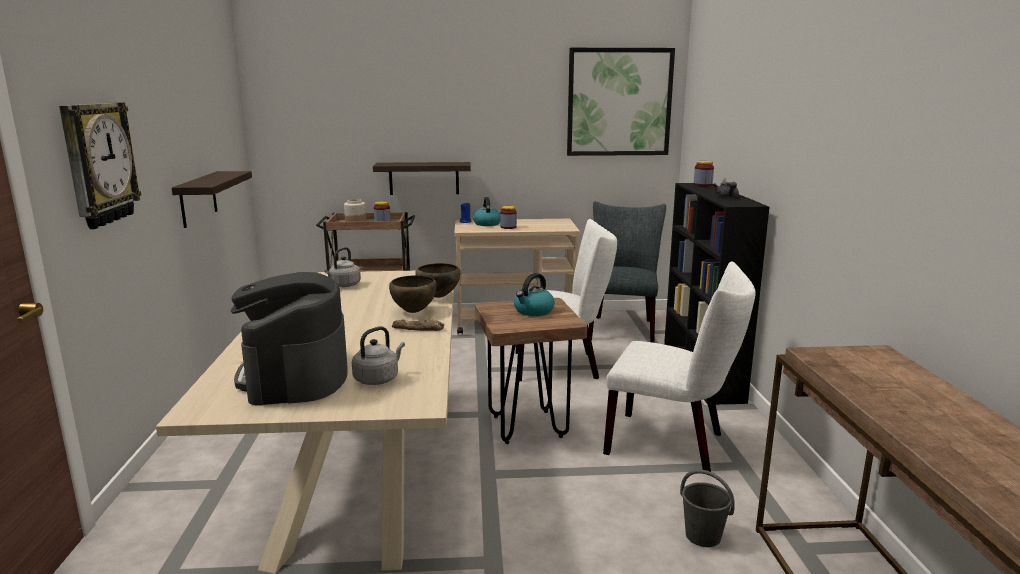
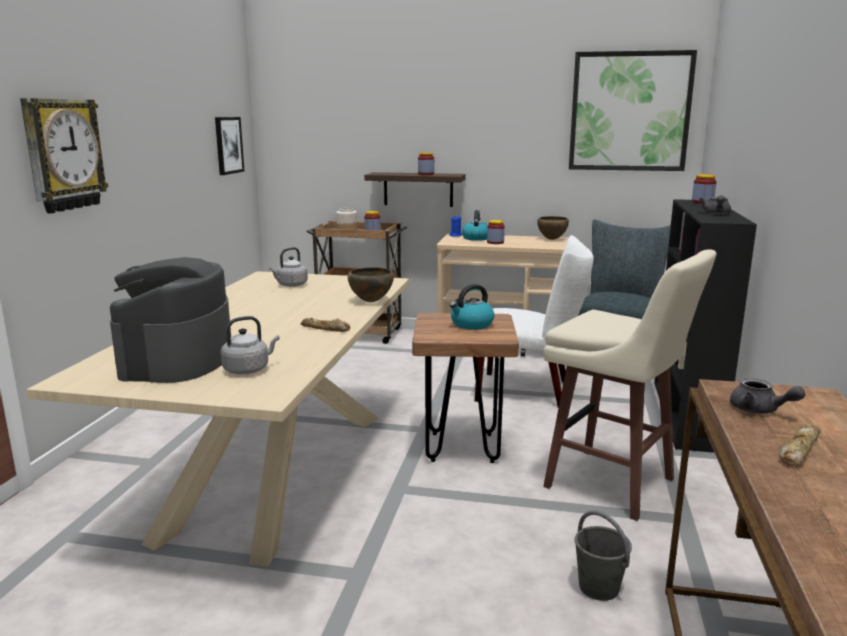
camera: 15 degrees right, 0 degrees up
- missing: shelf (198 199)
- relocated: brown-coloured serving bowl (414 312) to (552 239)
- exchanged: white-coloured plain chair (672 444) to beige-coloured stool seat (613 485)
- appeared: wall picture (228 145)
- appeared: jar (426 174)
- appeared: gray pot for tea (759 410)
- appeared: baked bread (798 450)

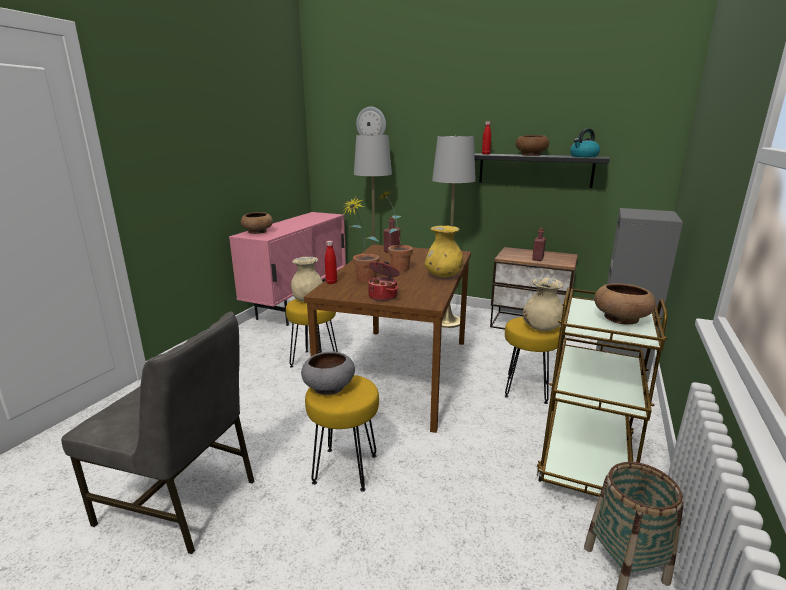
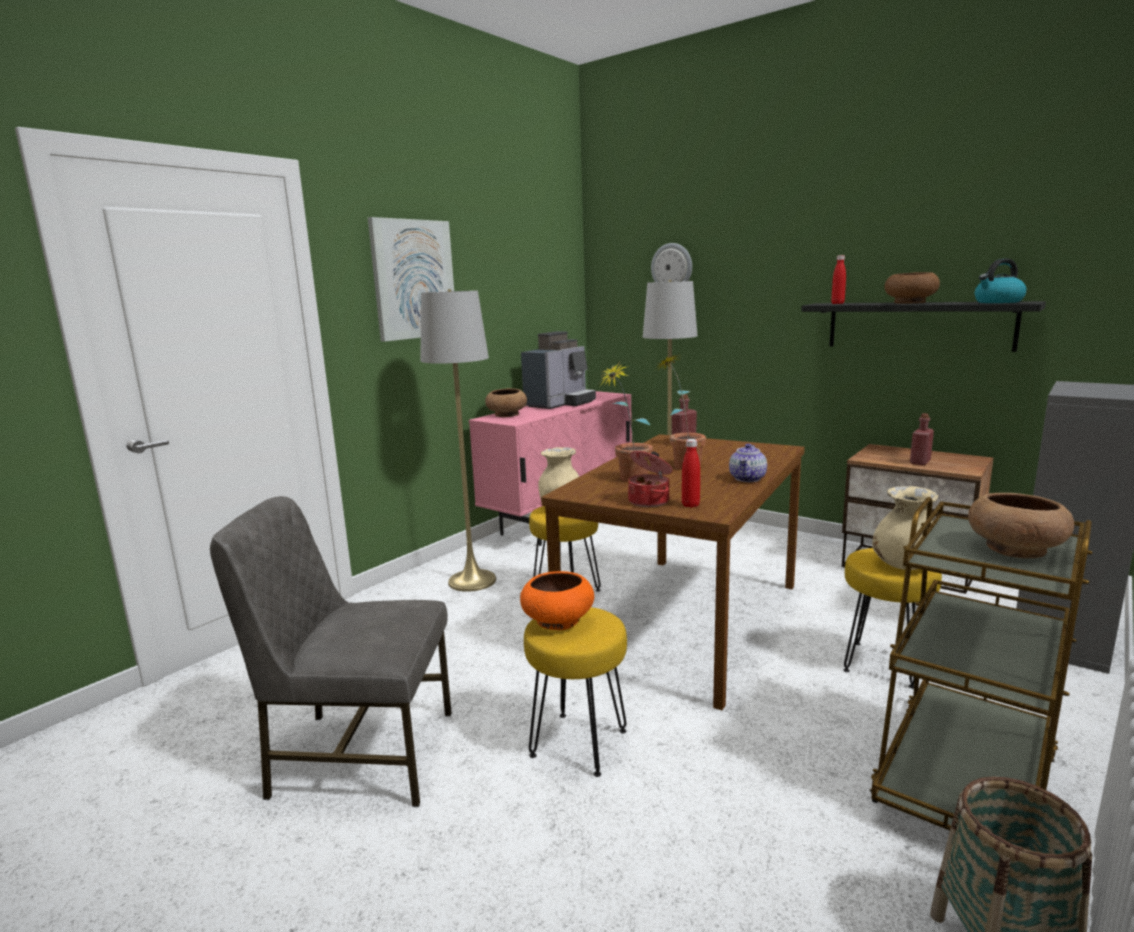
camera: 15 degrees right, 5 degrees down
- spun: gray plain chair (181 501) = (360 754) 150 degrees clockwise
- colour: gray serving bowl (328 387) to orangey serving bowl (557 620)
- relocated: red-coloured bottle (331 282) to (690 505)
- exchanged: yellow-coloured vase (443 276) to pot for tea (748 478)
- relocated: gray floor lamp (447 321) to (472 581)
- appeared: wall picture (413 279)
- appeared: coffee brewer (560 403)

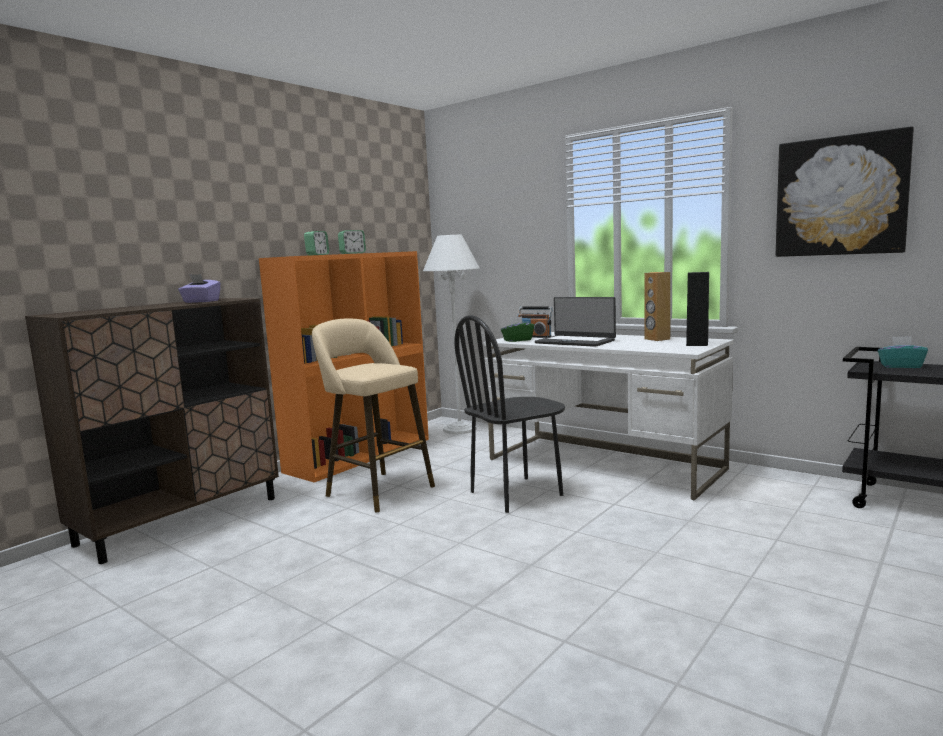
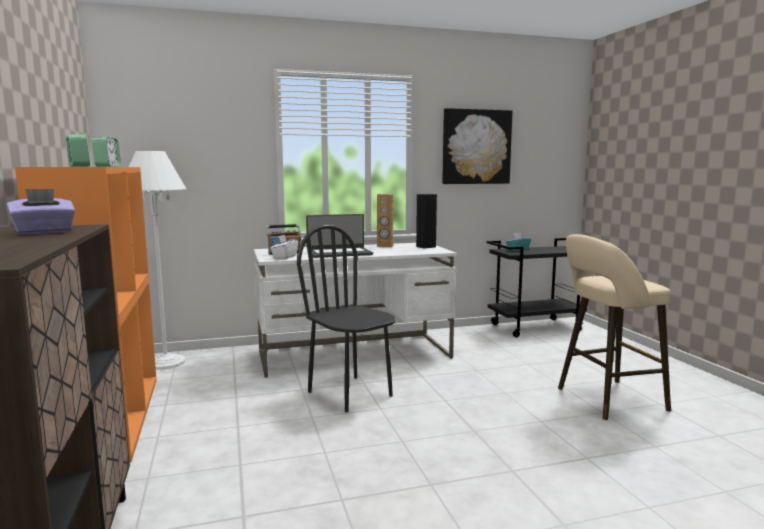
camera: 55 degrees left, 0 degrees up
- relocated: beige-coloured stool seat (376 490) to (606 400)
- spun: blackish plain chair (516 494) = (350 393) 135 degrees clockwise
- colour: green tissue holder (517 340) to white-coloured tissue holder (284 257)

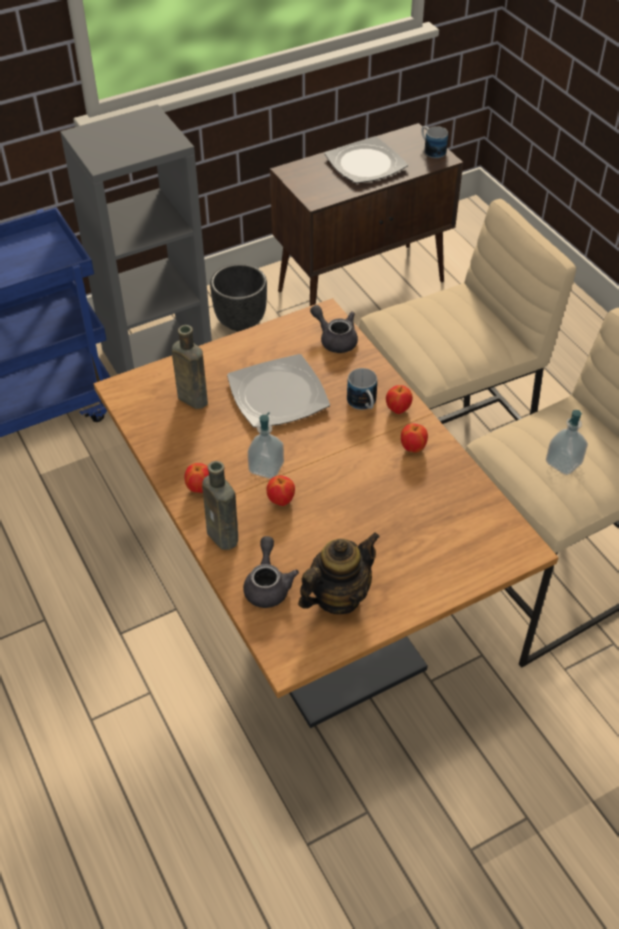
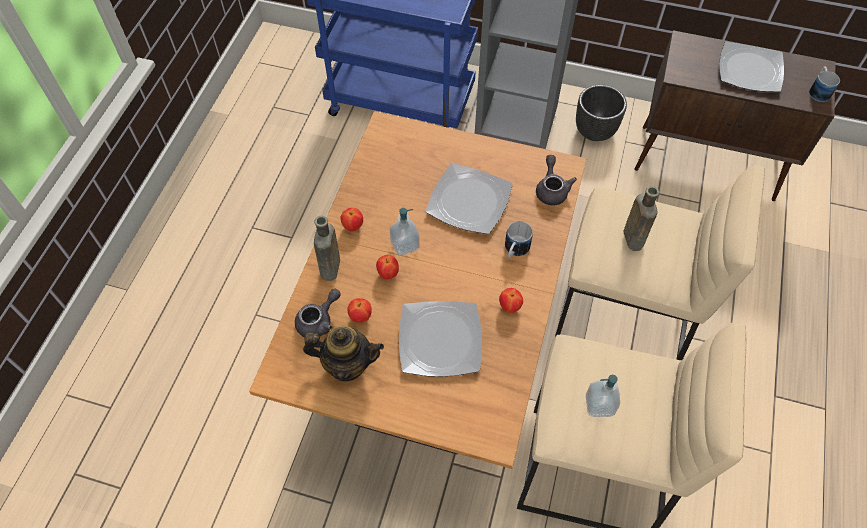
camera: 45 degrees right, 10 degrees up
- relocated: brown-coloured bottle (191 398) to (632 237)
- relocated: whole apple (398 409) to (360 317)
- appeared: plate (441 340)

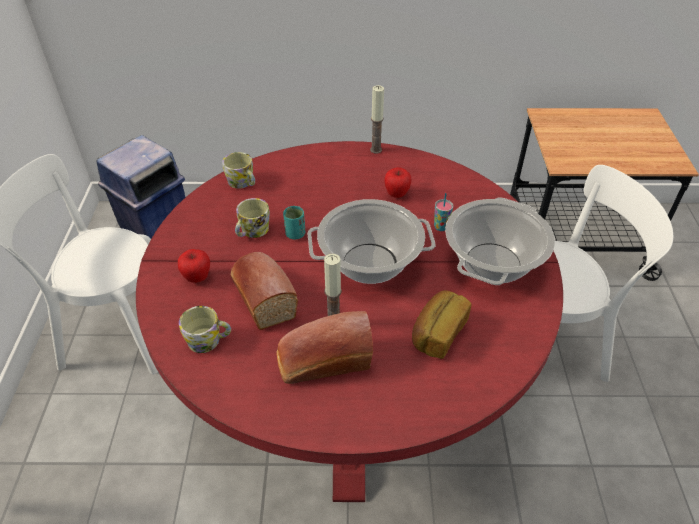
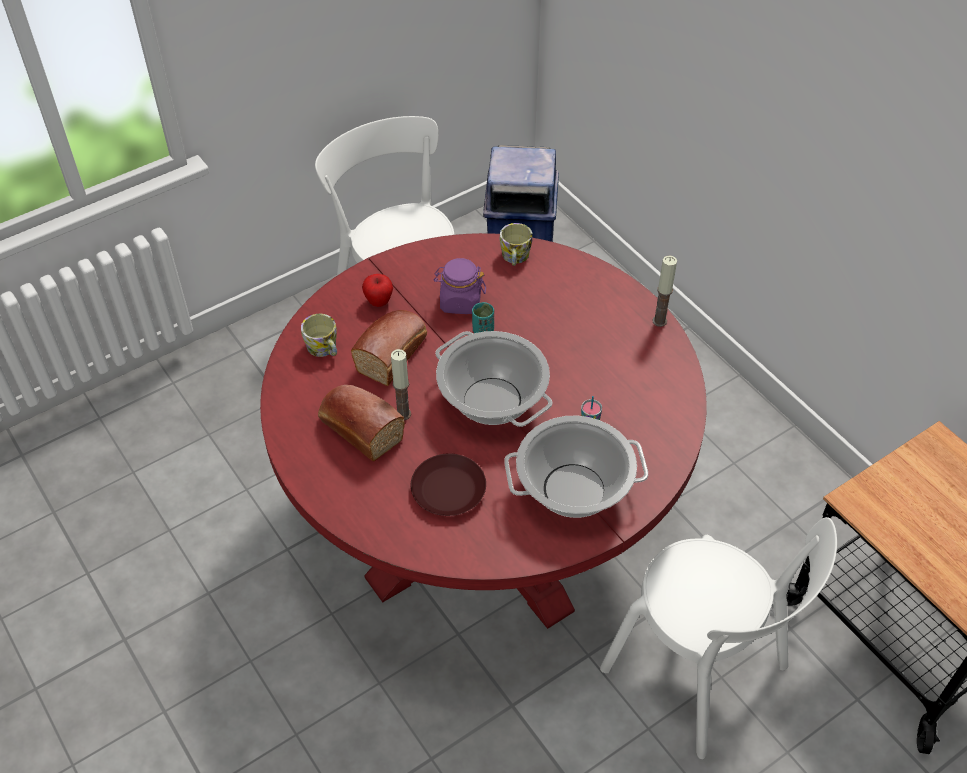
camera: 55 degrees right, 5 degrees up
- exchanged: mug (252 231) to purple jar (460 302)
- missing: whole apple (396 194)
- exchanged: baked bread (437 334) to brown-coloured plate (449 489)

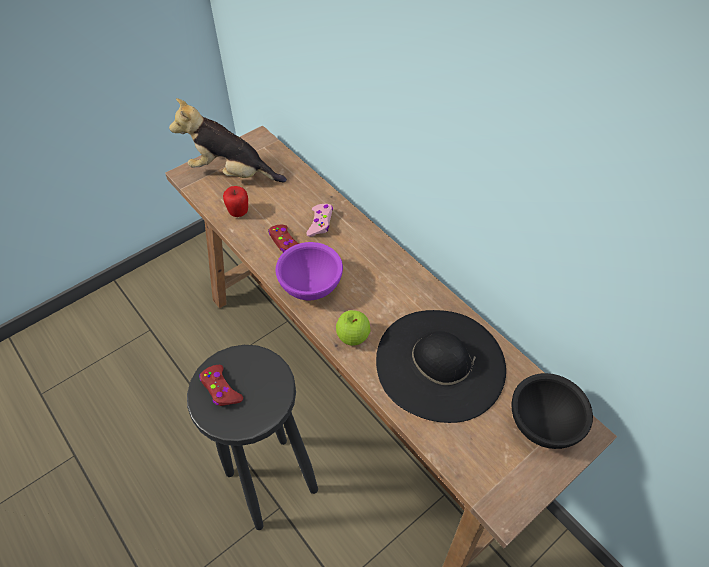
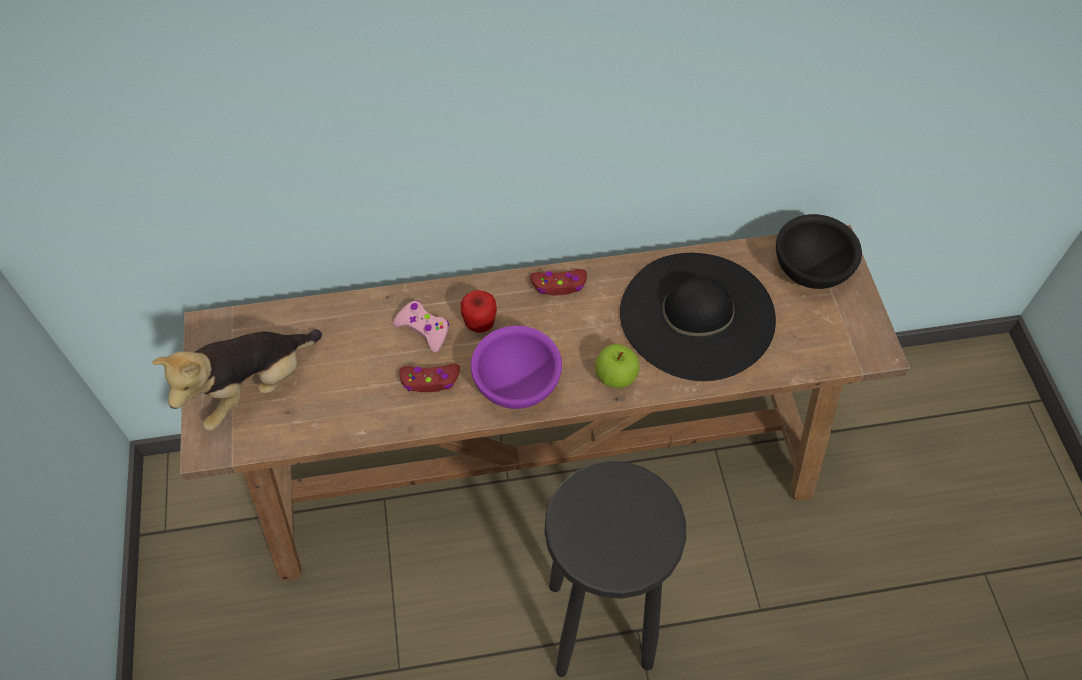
camera: 60 degrees left, 5 degrees up
- relocated: red-coloured game controller (221 389) to (559 285)
- relocated: whole apple (238 212) to (480 324)

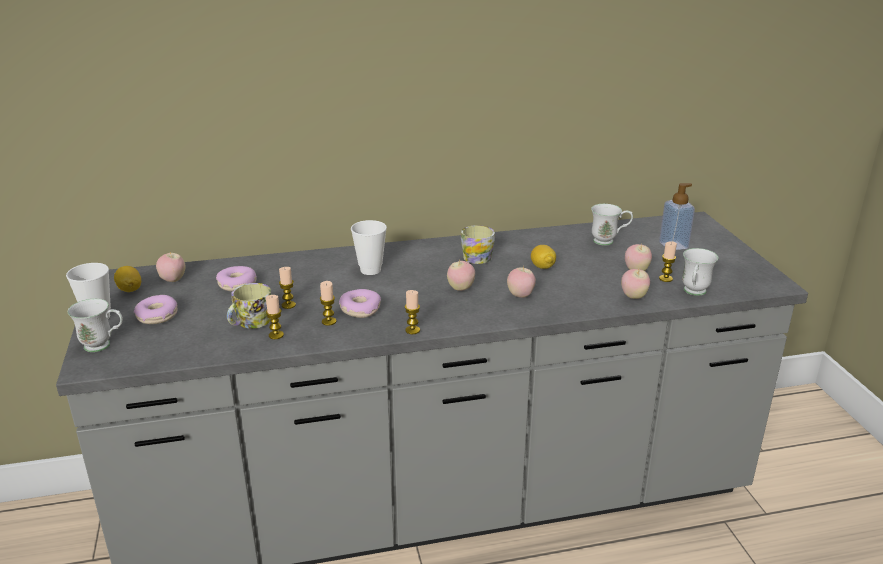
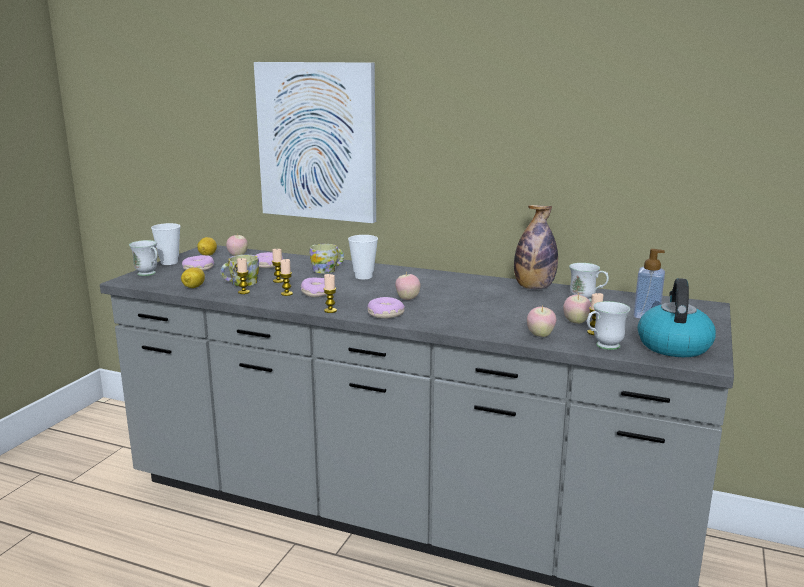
camera: 35 degrees right, 10 degrees down
- relocated: mug (479 256) to (328 270)
- missing: whole apple (520 295)
- relocated: whole lemon (542 267) to (194 287)
- appeared: wall picture (317 141)
- appeared: donut (385 314)
- appeared: bottle (534 288)
- appeared: kettle (673 345)

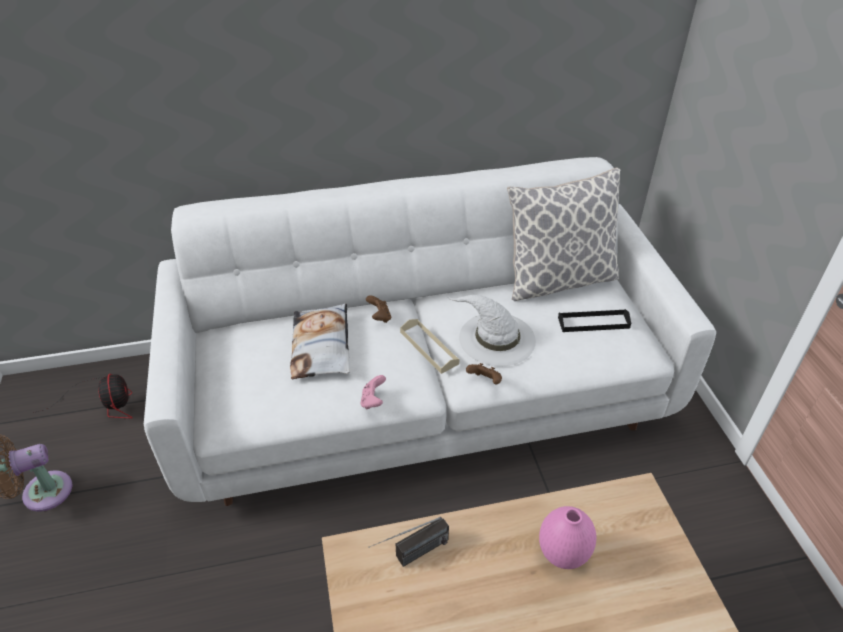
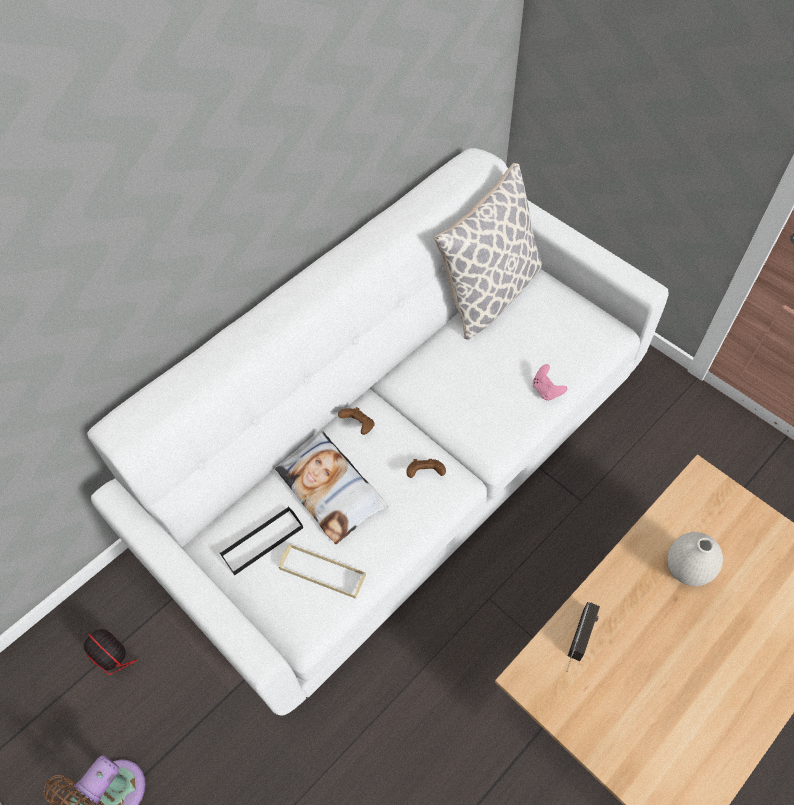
camera: 30 degrees left, 15 degrees up
- relocated: pinkish game controller (373 401) to (546 390)
- relocated: beige-coloured carrying tray (429 348) to (322 572)
- missing: white-coloured clothing hat (495 338)
- relocated: brown-coloured game controller (485 381) to (425 473)
- colour: pinkish vase (563 555) to white-coloured vase (686 570)
- relocated: blackish carrying tray (593 323) to (262 541)

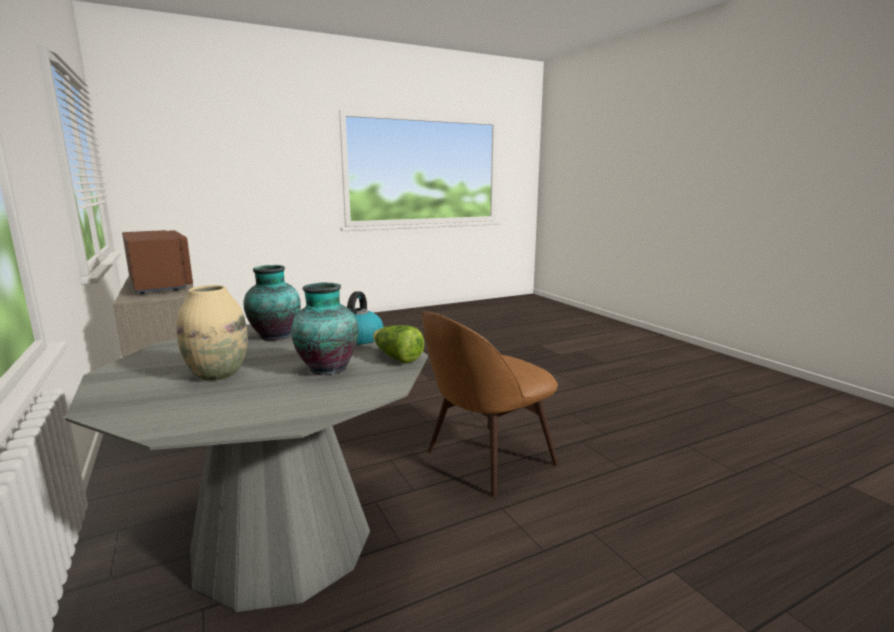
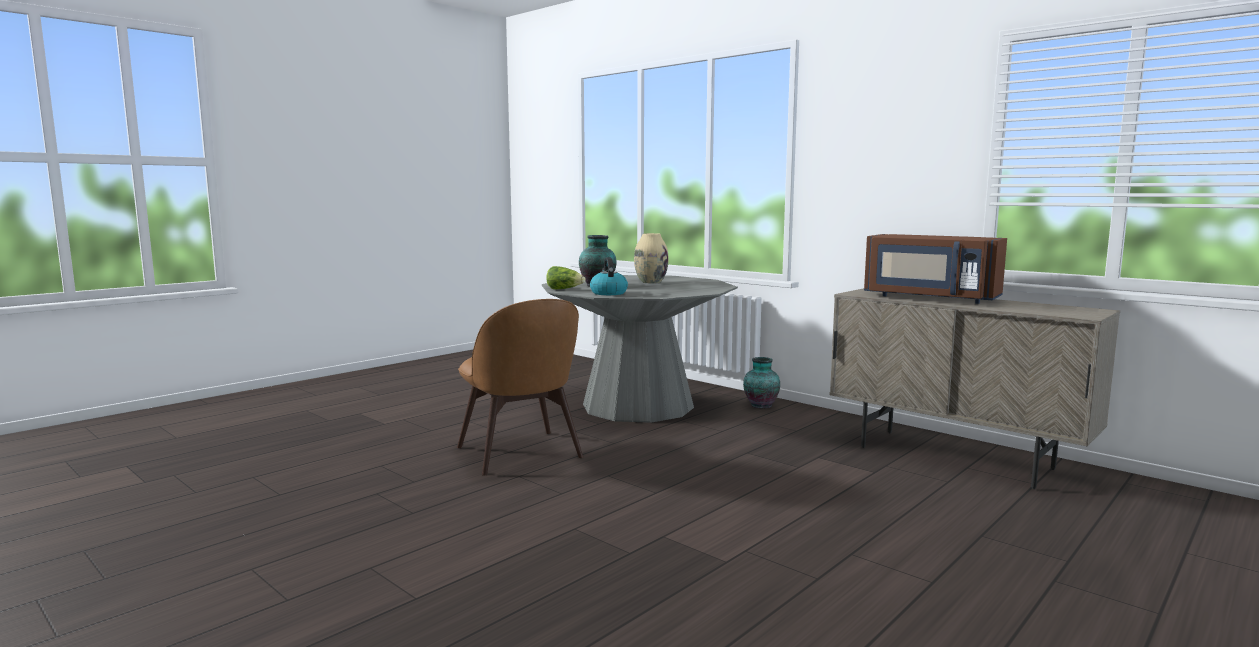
camera: 160 degrees right, 5 degrees down
- relocated: vase (275 337) to (760 405)
- spun: brown-coloured plain chair (486 459) = (521 454) 120 degrees clockwise

